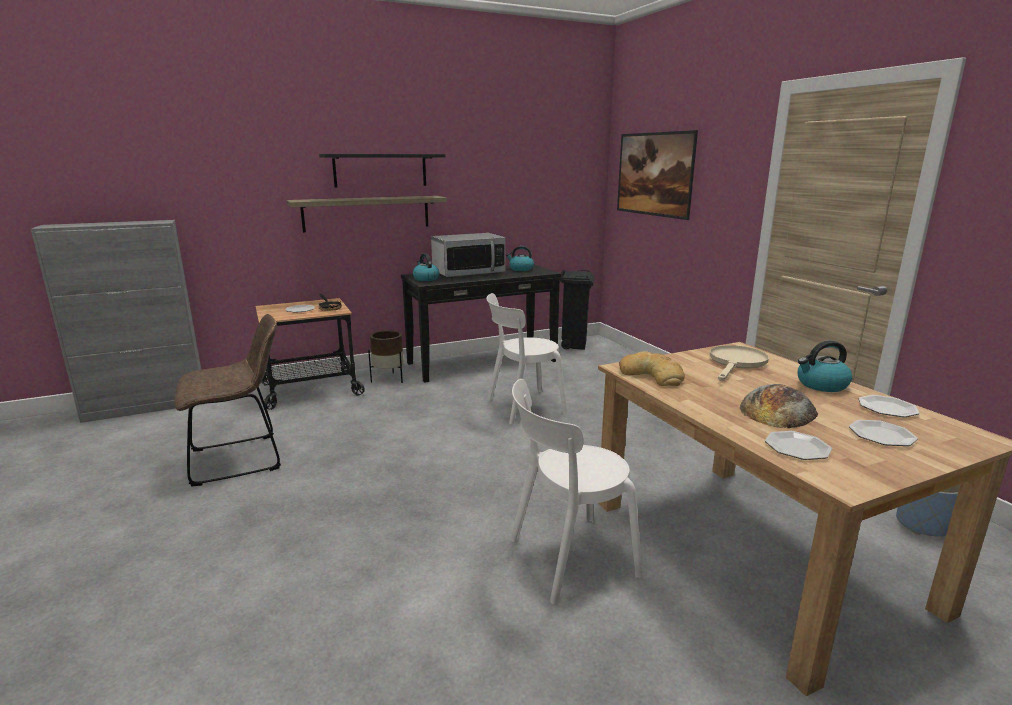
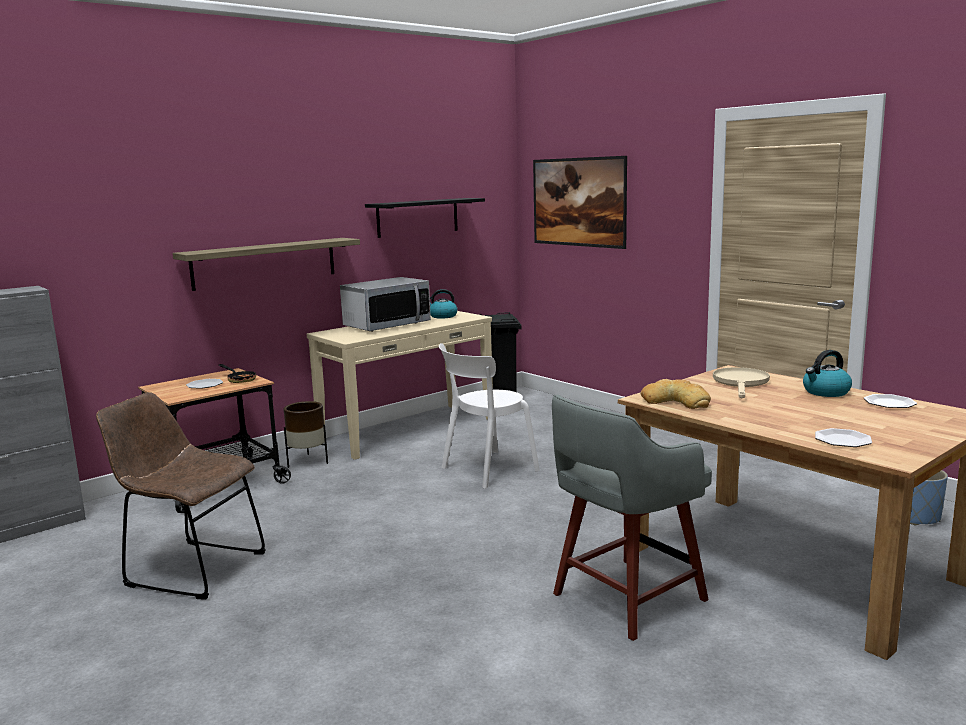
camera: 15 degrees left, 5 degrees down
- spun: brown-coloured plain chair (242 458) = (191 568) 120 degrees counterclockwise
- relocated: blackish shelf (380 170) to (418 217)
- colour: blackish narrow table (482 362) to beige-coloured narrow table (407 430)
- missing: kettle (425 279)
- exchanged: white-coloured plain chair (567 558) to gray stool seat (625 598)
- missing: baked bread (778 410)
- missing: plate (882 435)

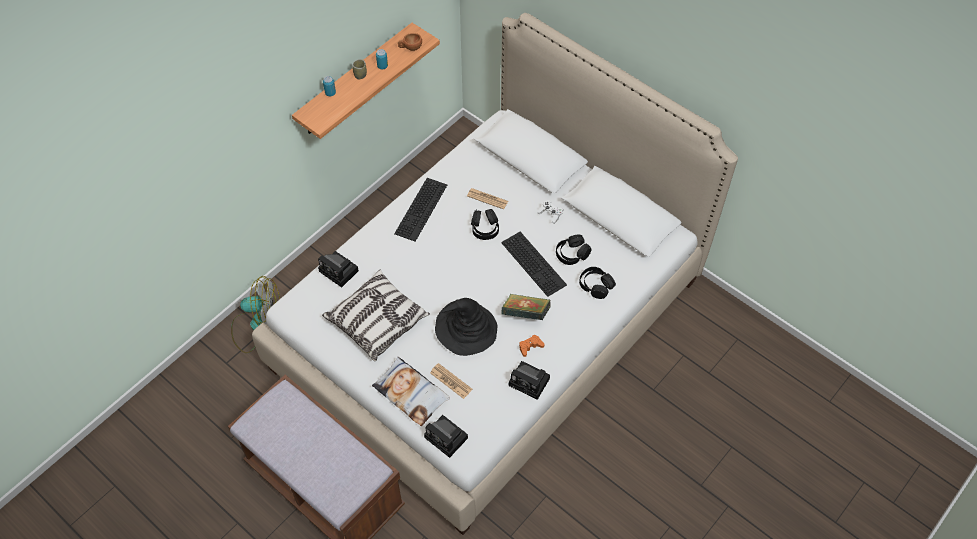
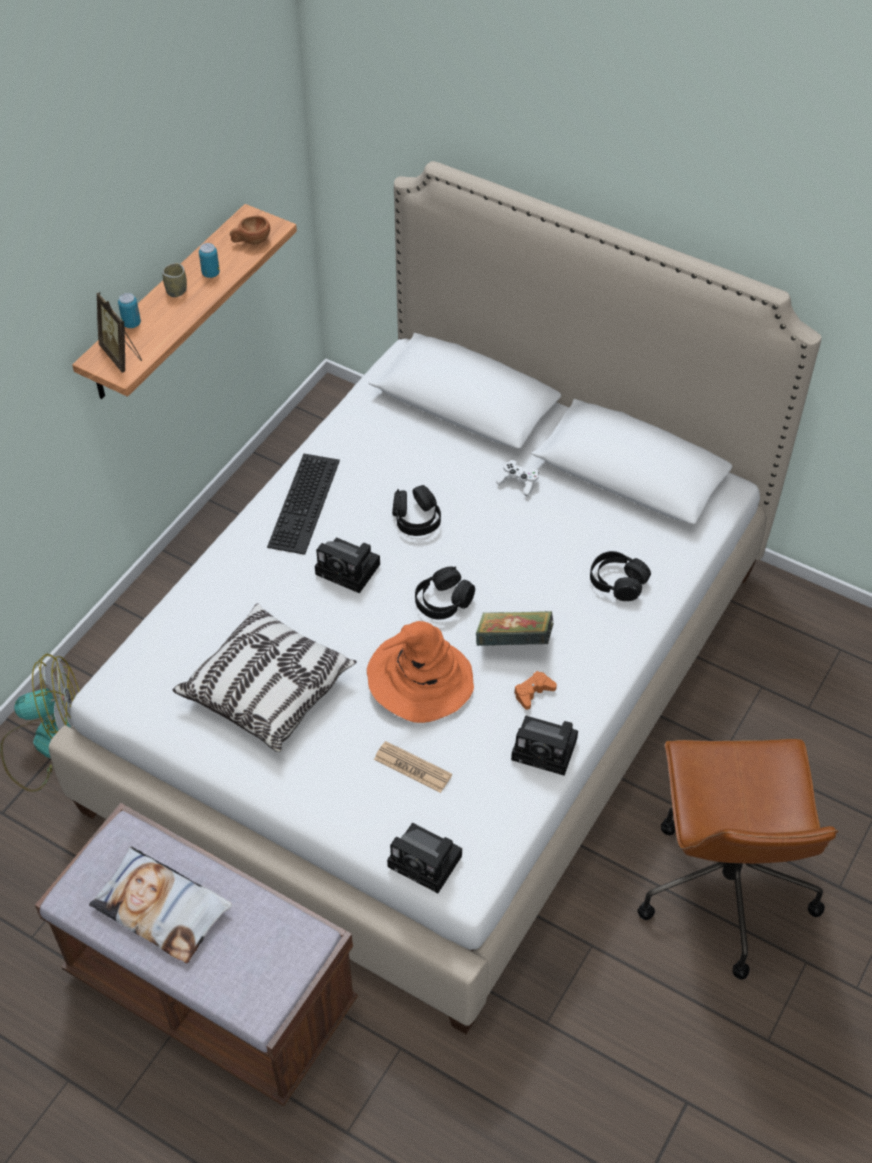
camera: 10 degrees left, 5 degrees down
- relocated: still camera (340 272) to (350 570)
- relocated: pillow (411 393) to (162 908)
- colour: blackish clothing hat (465 328) to orangey clothing hat (419 679)
- missing: daily paper (487 199)
- missing: keyboard (535 263)
- relocated: blackish headset (572 254) to (443 601)
- appeared: standing frame (122 356)
- appeared: brown-coloured computer chair (724 888)

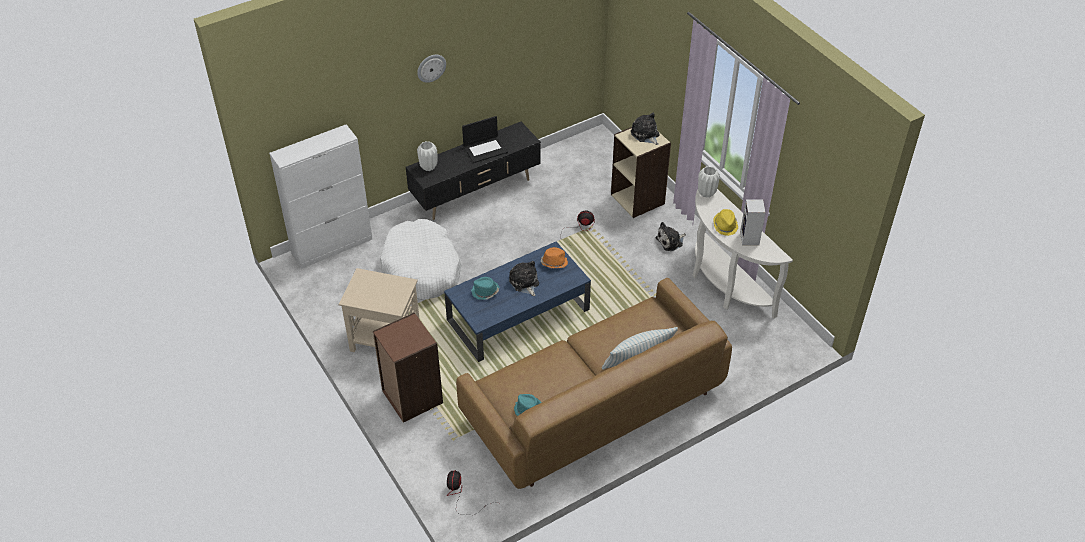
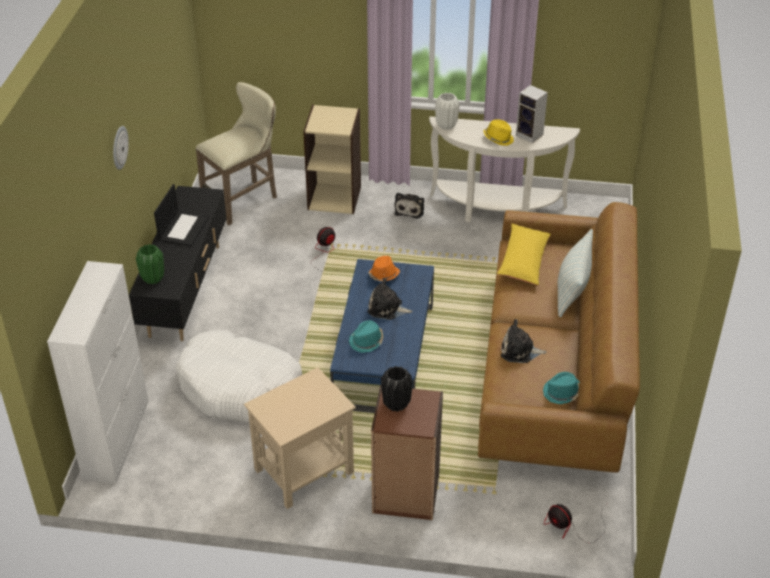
camera: 50 degrees left, 5 degrees down
- colour: white-coloured vase (428 167) to green vase (153 279)
- relocated: cuddly toy (645 135) to (519 351)
- appeared: beige-coloured stool seat (244 200)
- appeared: blackish vase (396 405)
- appeared: yellow-coloured pillow (523 261)

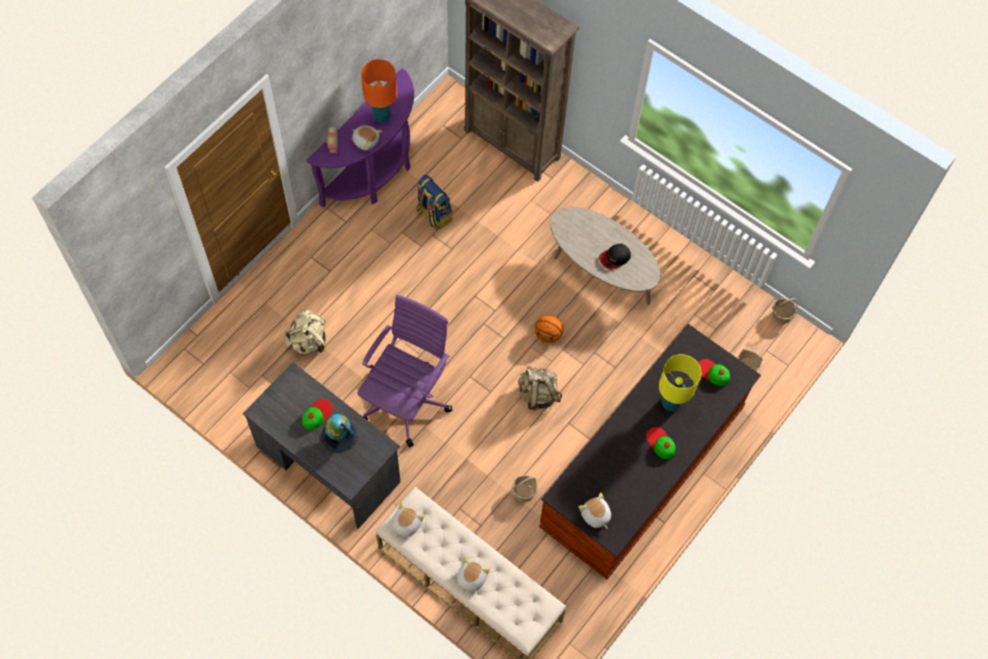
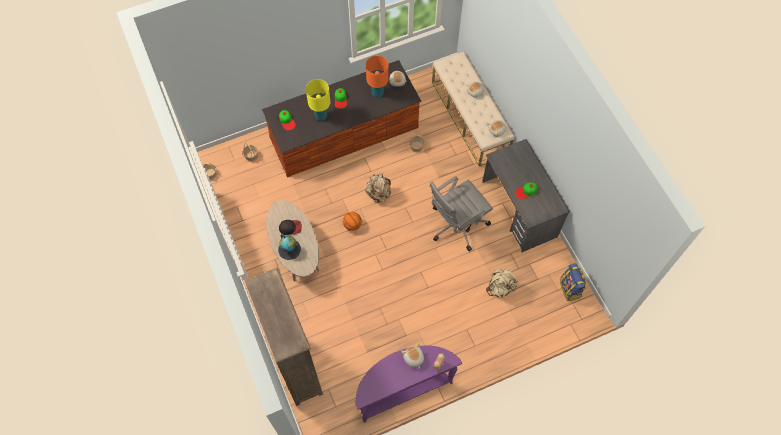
camera: 150 degrees left, 0 degrees up
- relocated: world globe (339 436) to (289 249)
- colour: purple computer chair (406 400) to gray computer chair (456 225)
- relocated: orangey tabletop lamp (381 116) to (377 93)
- relocated: rucksack (433 214) to (570 288)

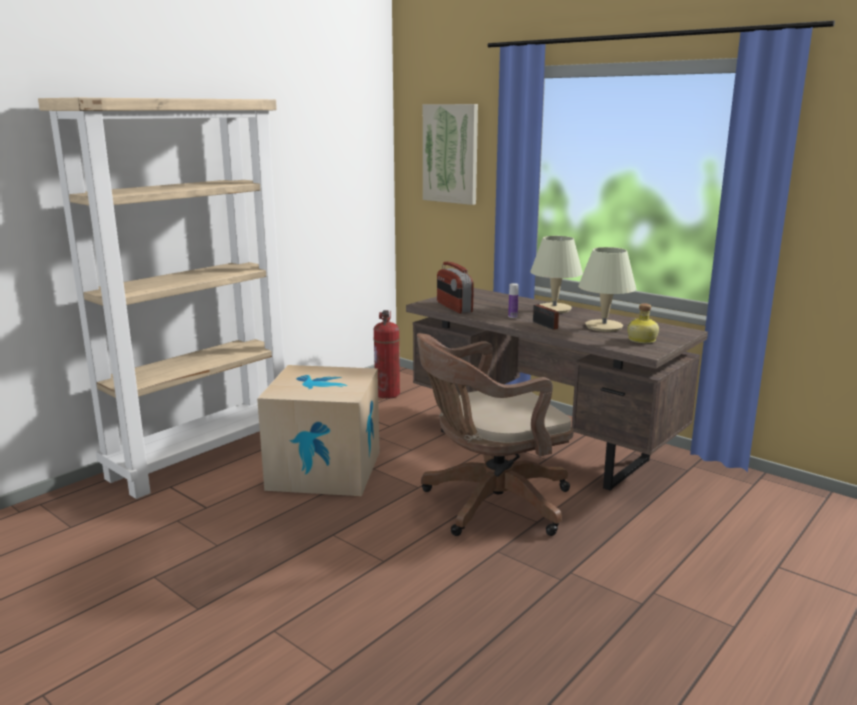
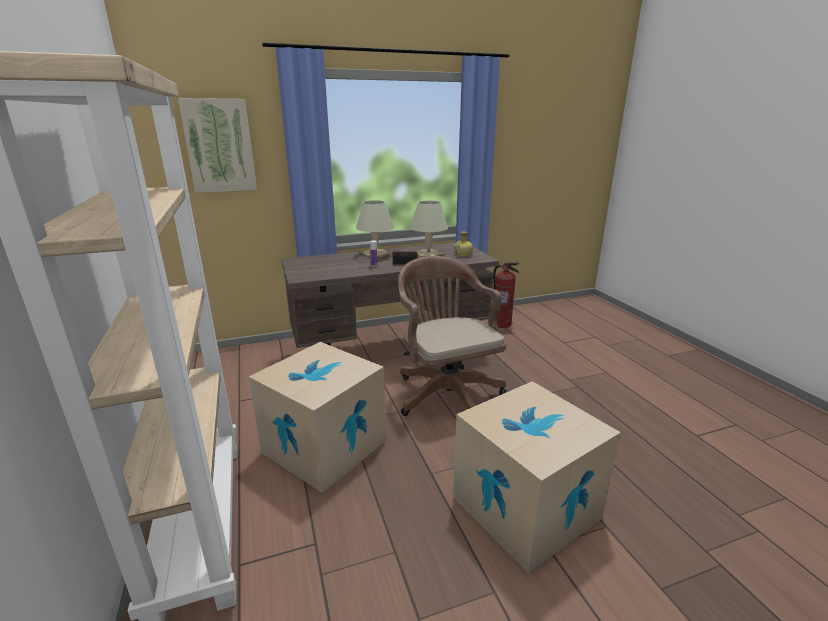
camera: 60 degrees left, 5 degrees up
- relocated: extinguisher (387 394) to (501 324)
- spun: brown-coloured computer chair (489 504) = (446 392) 150 degrees clockwise
- missing: radio receiver (454 307)
- appeared: packing box (525 507)

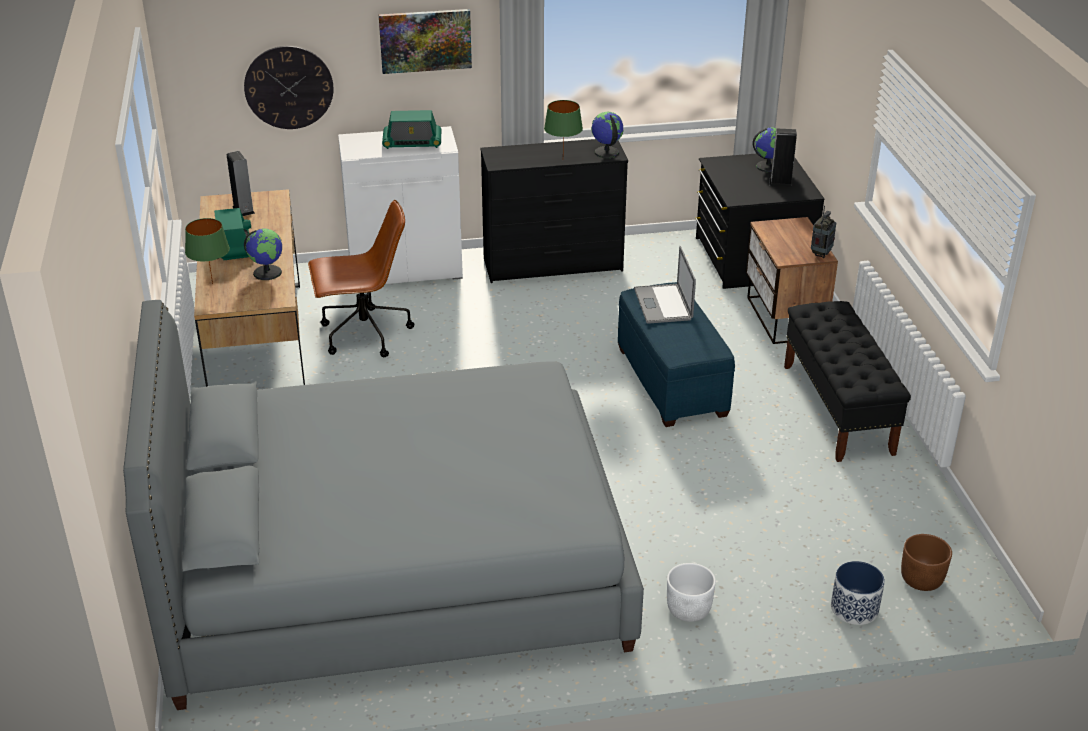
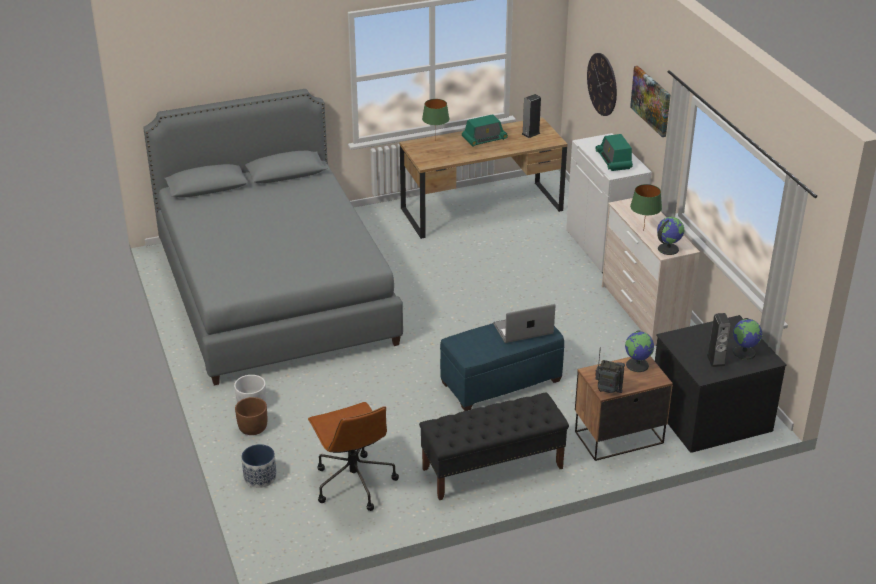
camera: 80 degrees right, 0 degrees up
- relocated: world globe (267 272) to (637 365)
- relocated: brown-coloured computer chair (363 335) to (353 482)
- colour: blackish drawer chest (553 265) to beige-coloured drawer chest (642 312)
- relocated: brown-coloured flower pot (921 579) to (253 428)

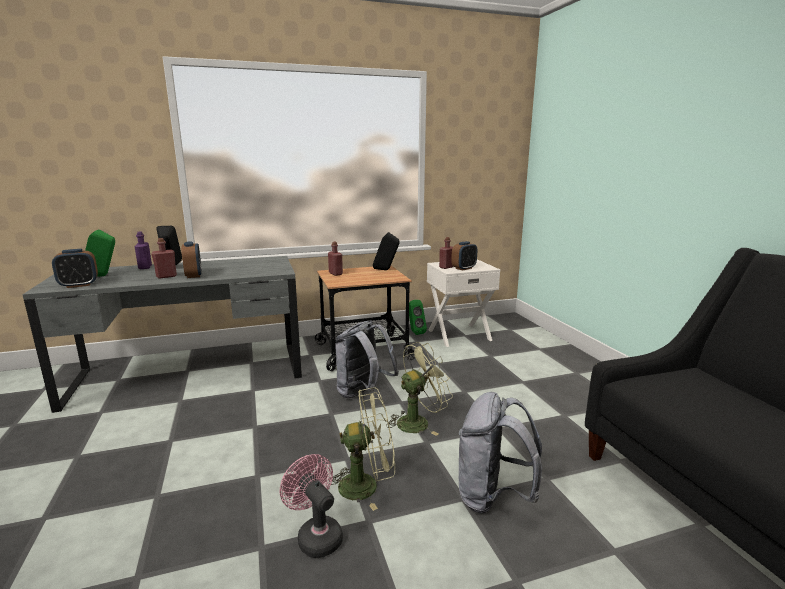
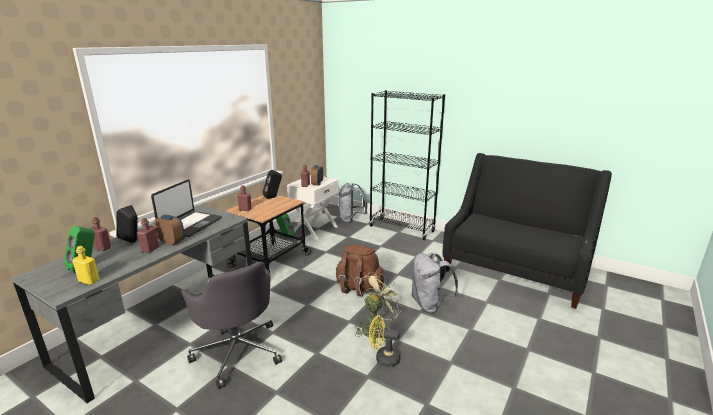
camera: 40 degrees left, 5 degrees up
- exchanged: alarm clock (79 285) to yellow-coloured bottle (89 281)
- colour: purple bottle (145 267) to red-coloured bottle (102 248)
- colour: pinkish electric fan (316 535) to yellow-coloured electric fan (383 358)
- relocated: gray rucksack (363 393) to (351 219)
- exchanged: green electric fan (418 422) to brown-coloured rucksack (358 288)
- appeared: portable computer (190 224)
- appeared: gray computer chair (238 351)
- appeared: blackish bookshelf (402 229)

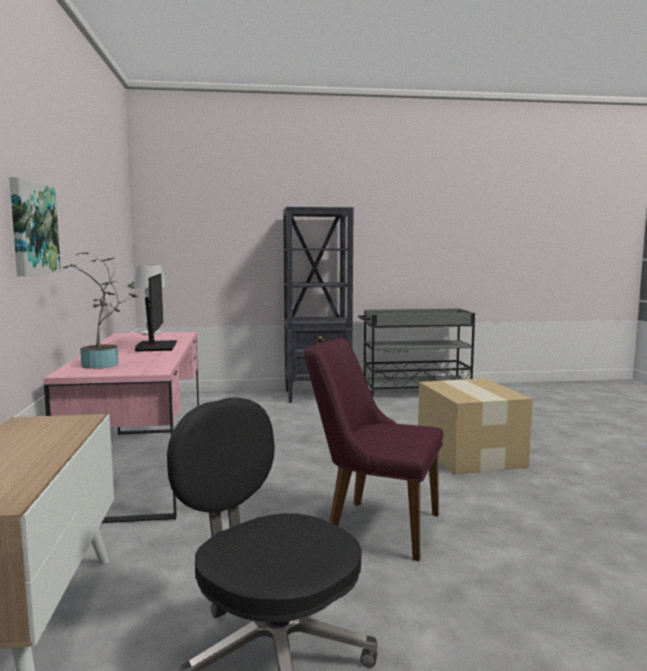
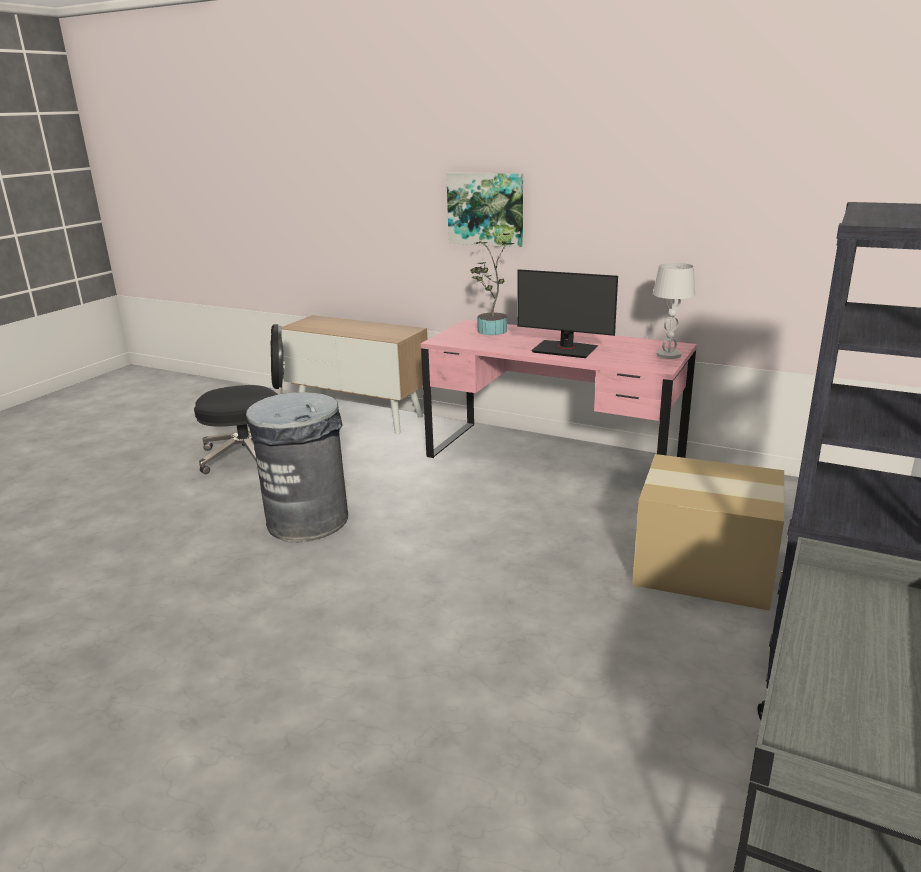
camera: 125 degrees right, 15 degrees up
- exchanged: purple plain chair (372 525) to gray rubbish bin (308 521)
- relocated: packing box (470 454) to (706 568)

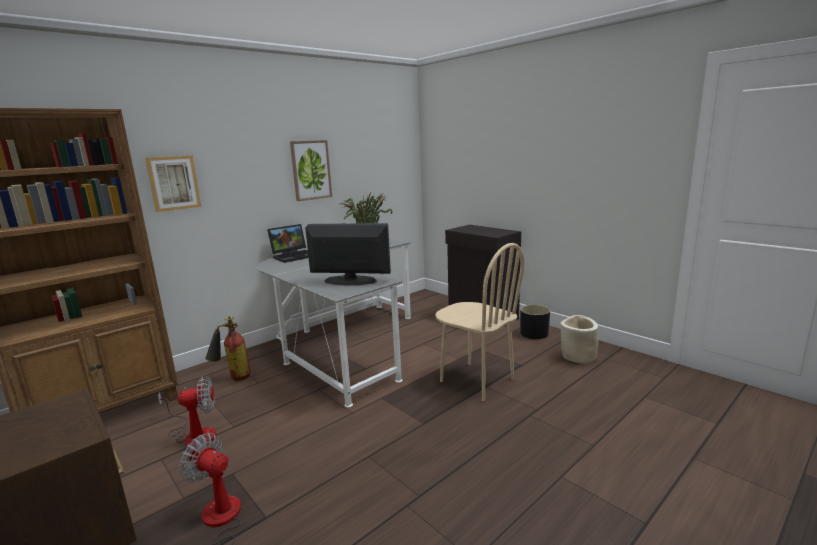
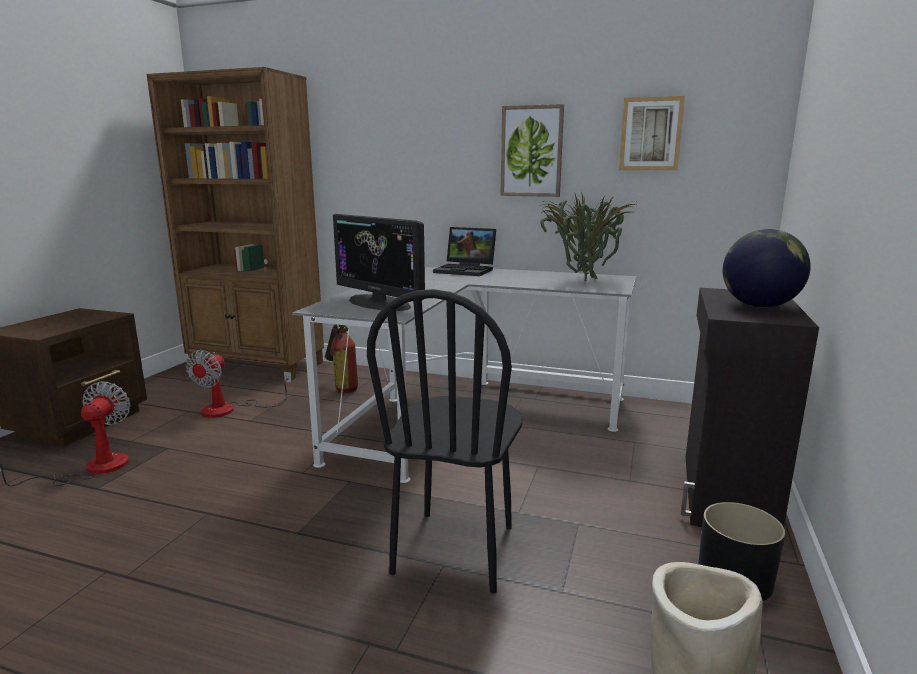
camera: 60 degrees right, 0 degrees up
- relocated: wall picture (173 183) to (650 134)
- spun: electric fan (194 434) = (230 409) 60 degrees clockwise
- spun: computer display (350 281) = (379 303) 150 degrees clockwise
- colour: beige-coloured plain chair (476 380) to blackish plain chair (455 549)
- appeared: world globe (759 306)

